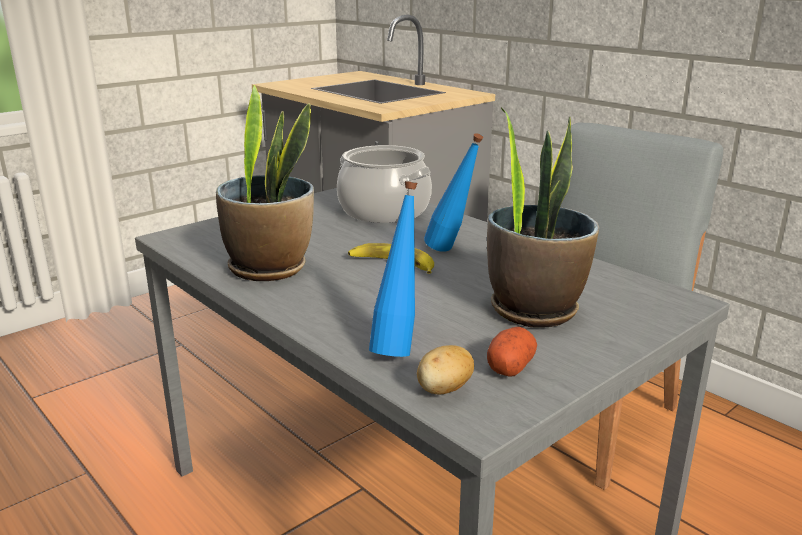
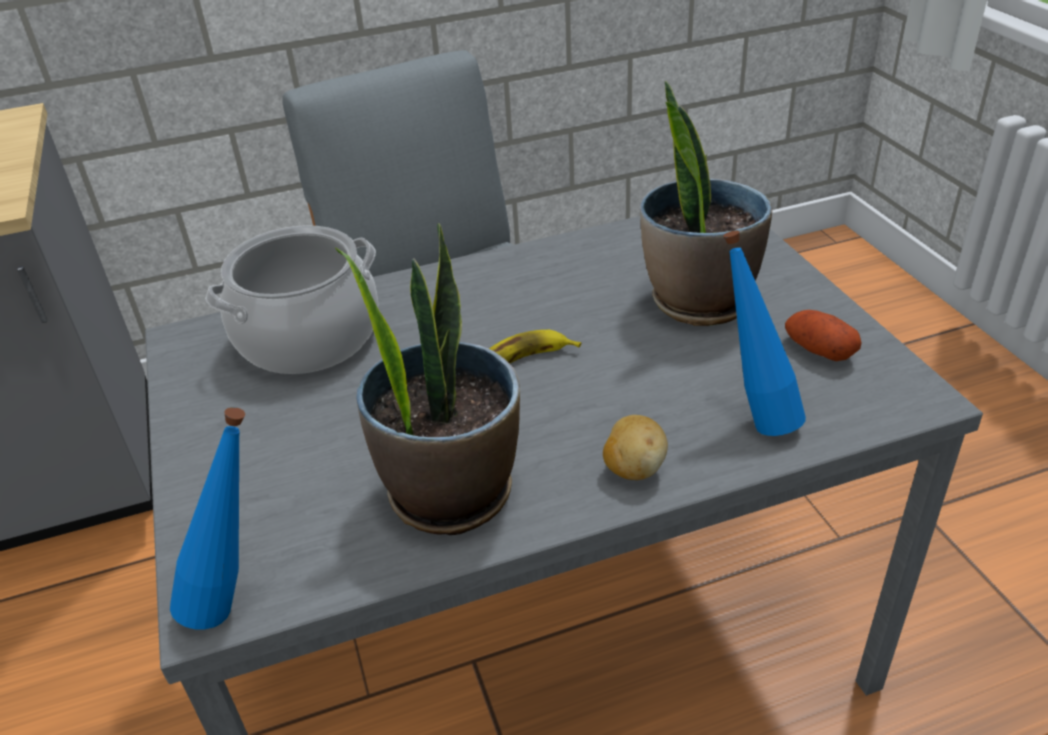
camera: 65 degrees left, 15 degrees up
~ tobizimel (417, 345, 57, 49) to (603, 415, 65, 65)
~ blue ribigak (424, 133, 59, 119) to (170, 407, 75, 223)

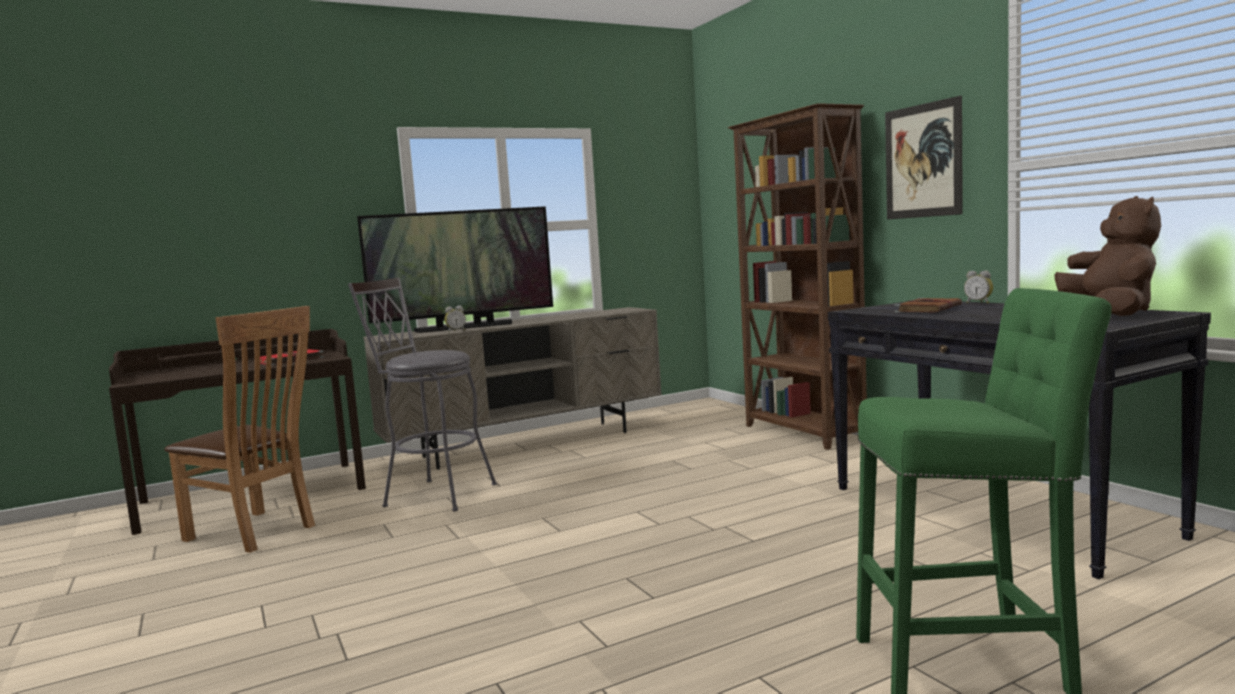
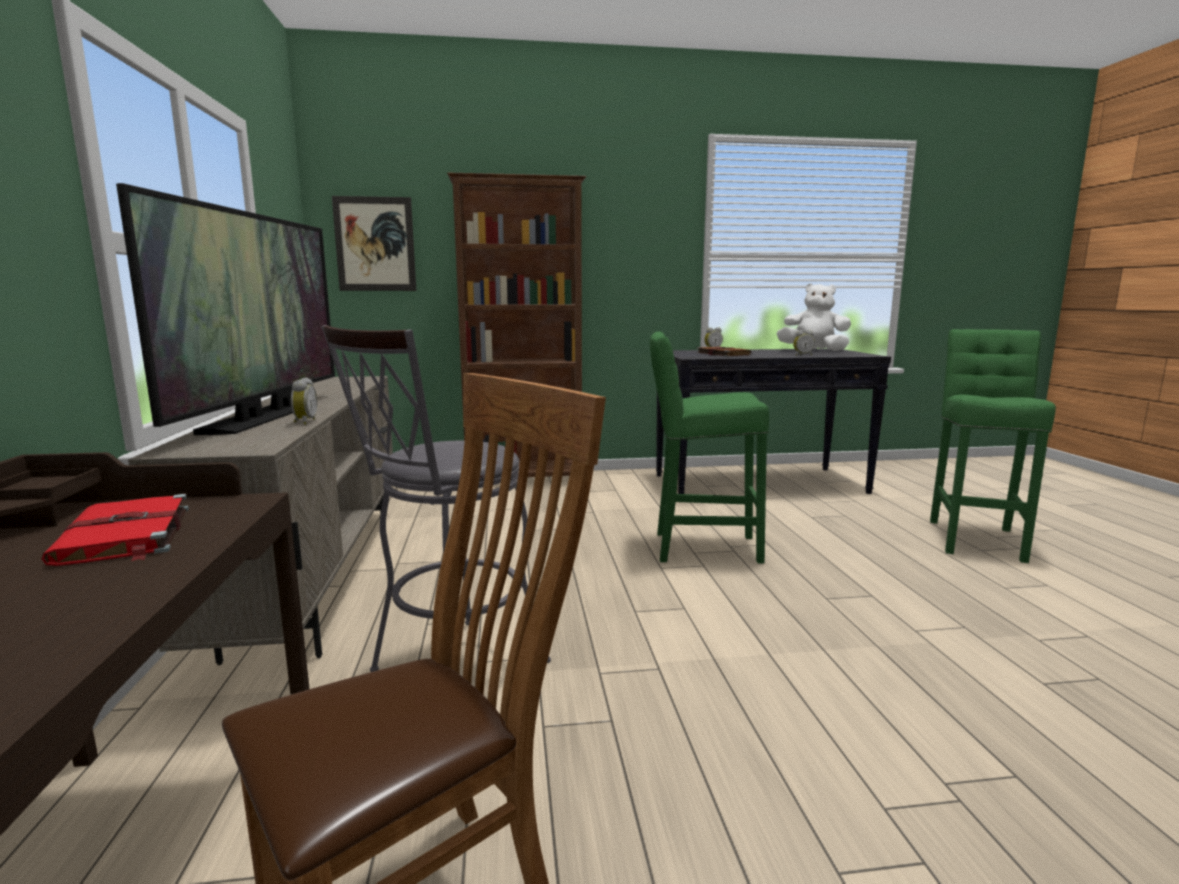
camera: 70 degrees left, 5 degrees up
+ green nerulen (650, 332, 119, 232)
+ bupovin (793, 330, 22, 26)
~ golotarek (885, 96, 78, 123) to (332, 196, 84, 95)
~ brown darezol (1054, 196, 107, 120) to white darezol (776, 283, 75, 68)

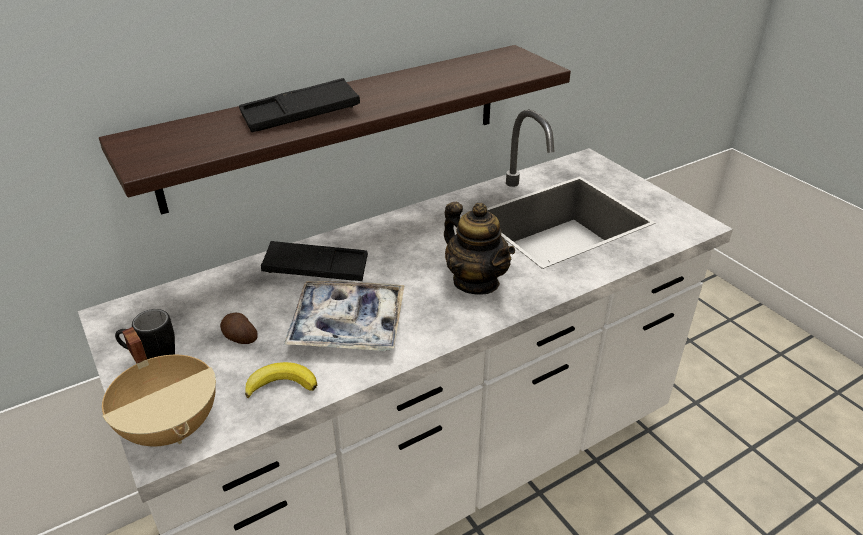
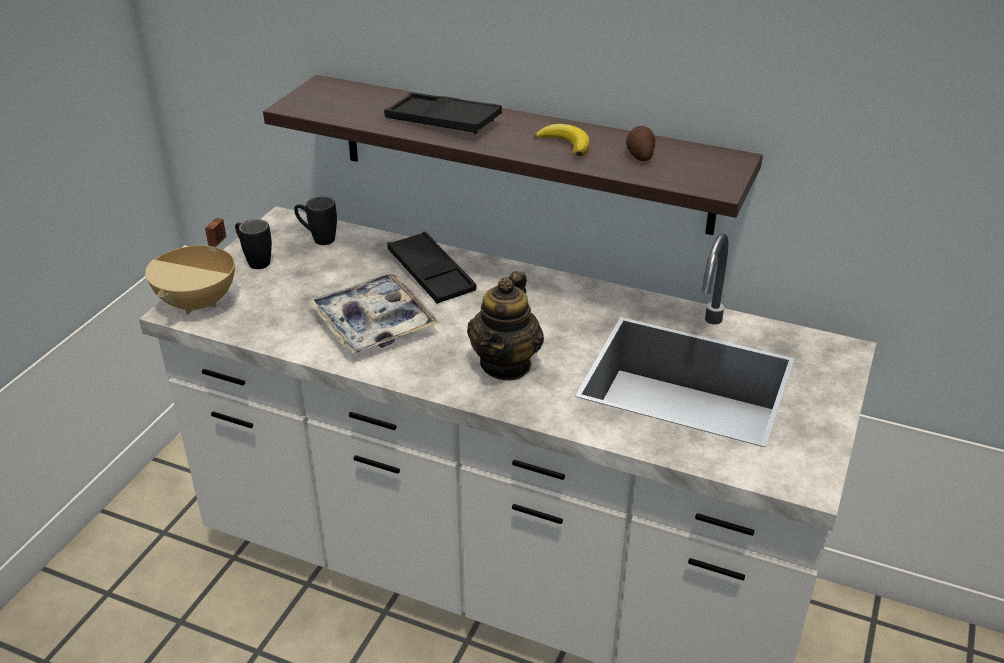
camera: 55 degrees right, 0 degrees up
+ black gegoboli (294, 197, 43, 48)
~ tobizimel (220, 313, 38, 31) to (626, 126, 29, 35)
~ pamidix (245, 362, 72, 36) to (535, 124, 55, 33)

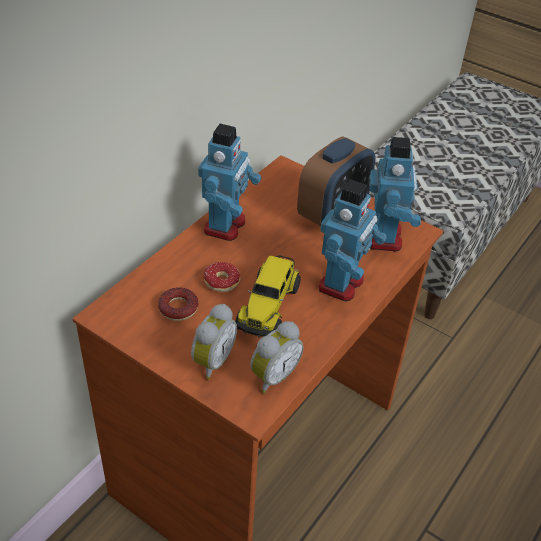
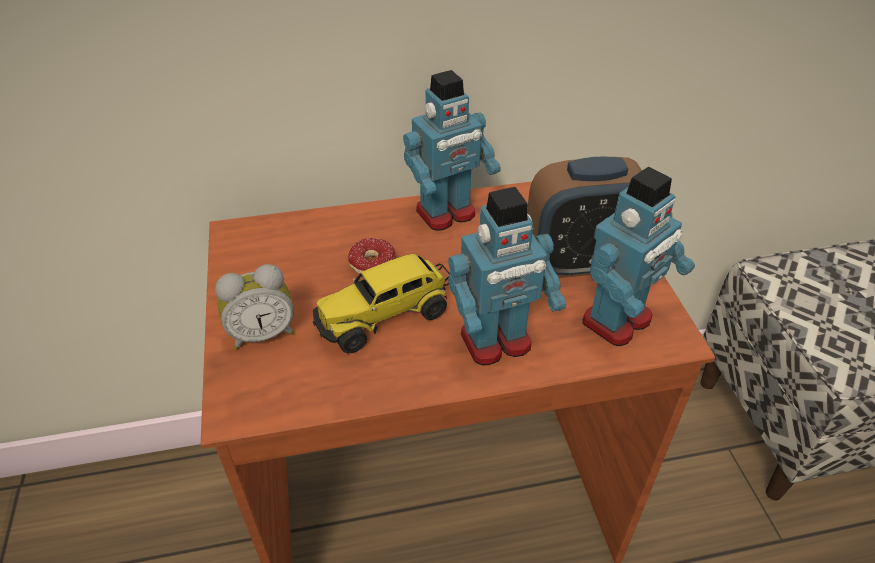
camera: 45 degrees right, 0 degrees up
- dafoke (158, 287, 40, 34)
- bupovin (250, 321, 53, 72)

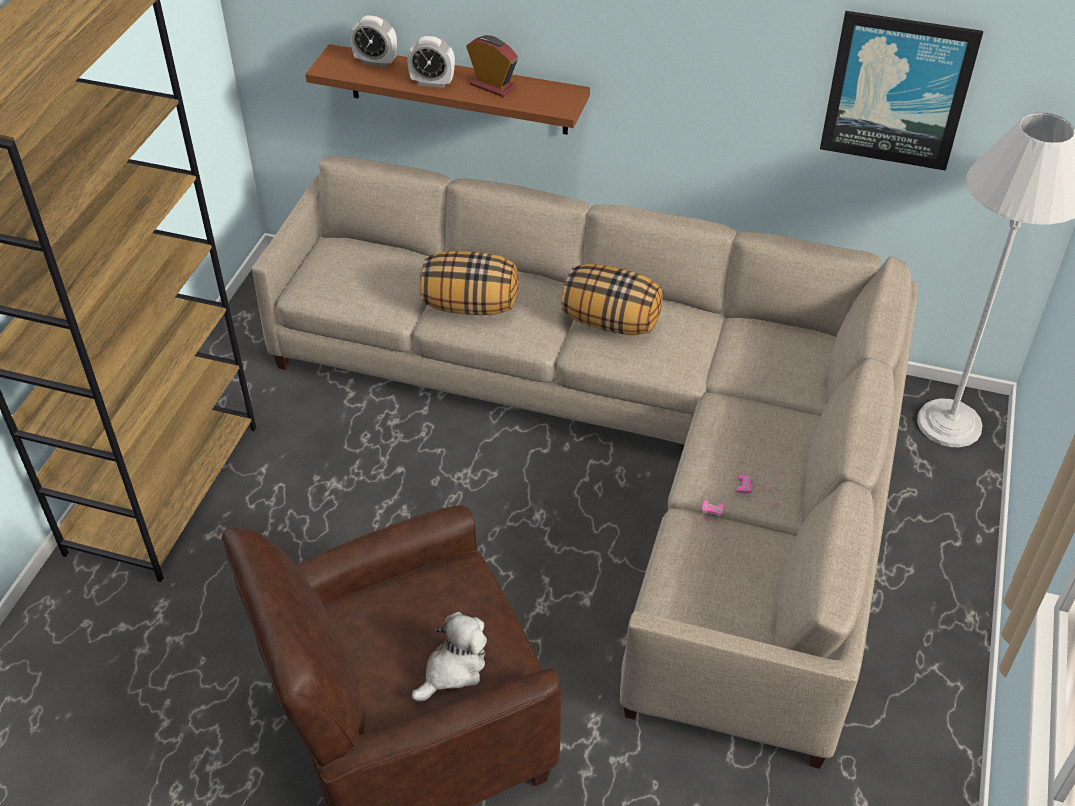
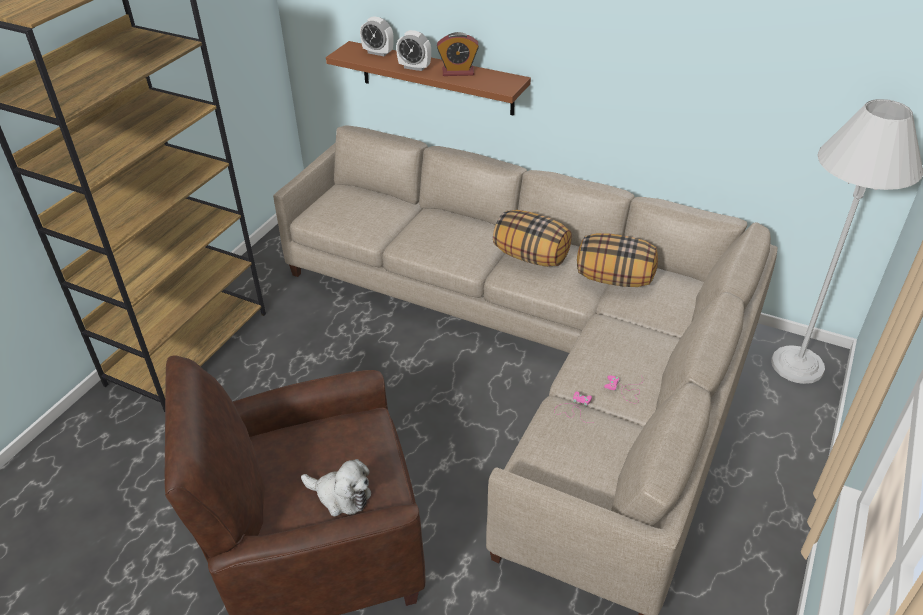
camera: 10 degrees right, 5 degrees down
- golotarek (820, 11, 163, 160)
~ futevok (420, 251, 99, 64) to (577, 233, 81, 54)
~ darezol (412, 612, 75, 89) = (301, 459, 70, 58) 60 degrees clockwise
~ bupovin (466, 35, 52, 62) = (437, 32, 42, 44) 135 degrees clockwise

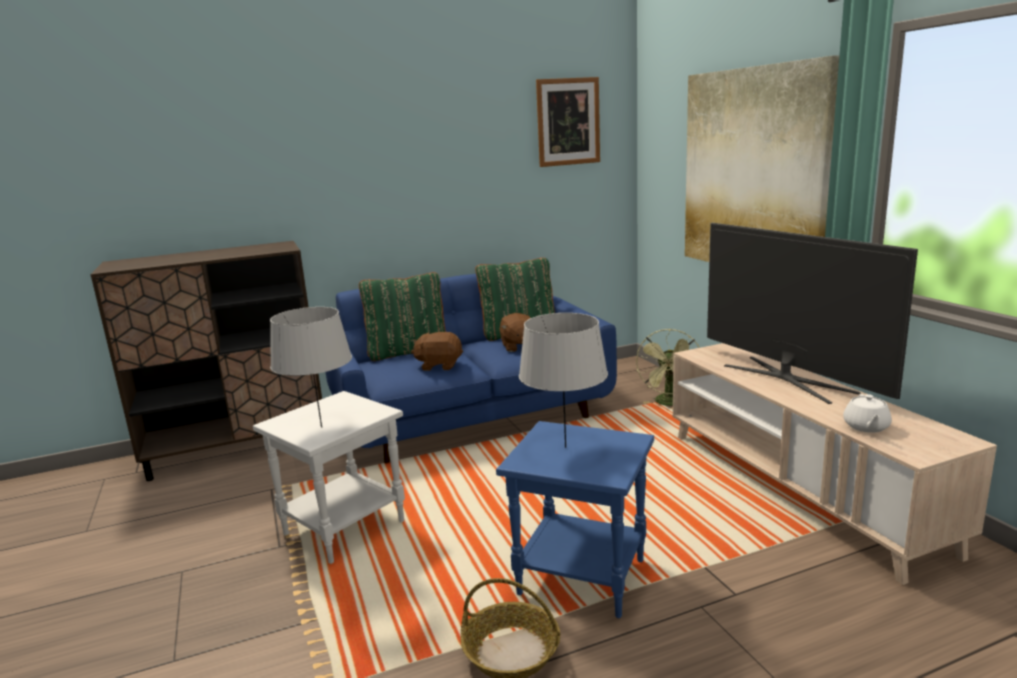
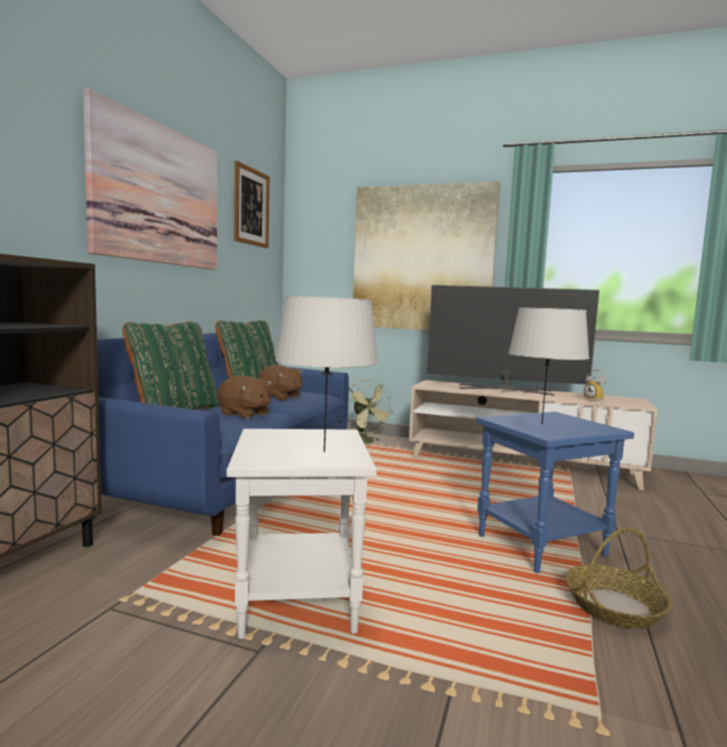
camera: 50 degrees left, 10 degrees down
+ golotarek (83, 88, 134, 182)
~ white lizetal (843, 394, 49, 39) to bupovin (584, 370, 22, 30)
~ brown darezol (411, 332, 52, 39) = (218, 375, 54, 44) 105 degrees counterclockwise

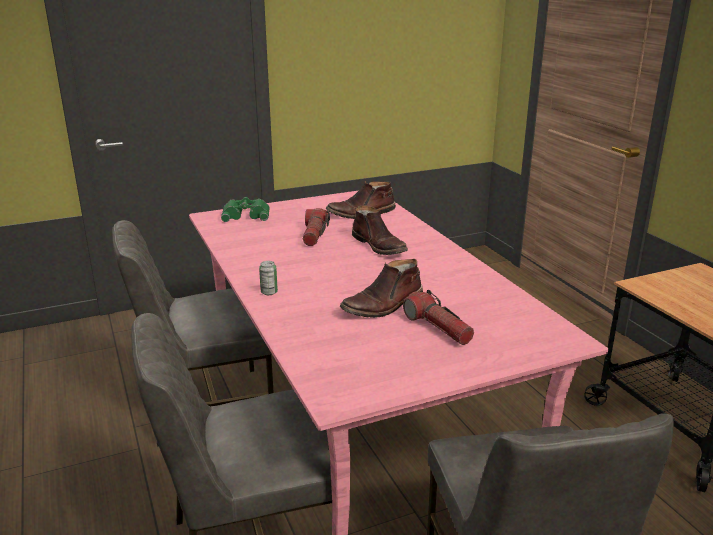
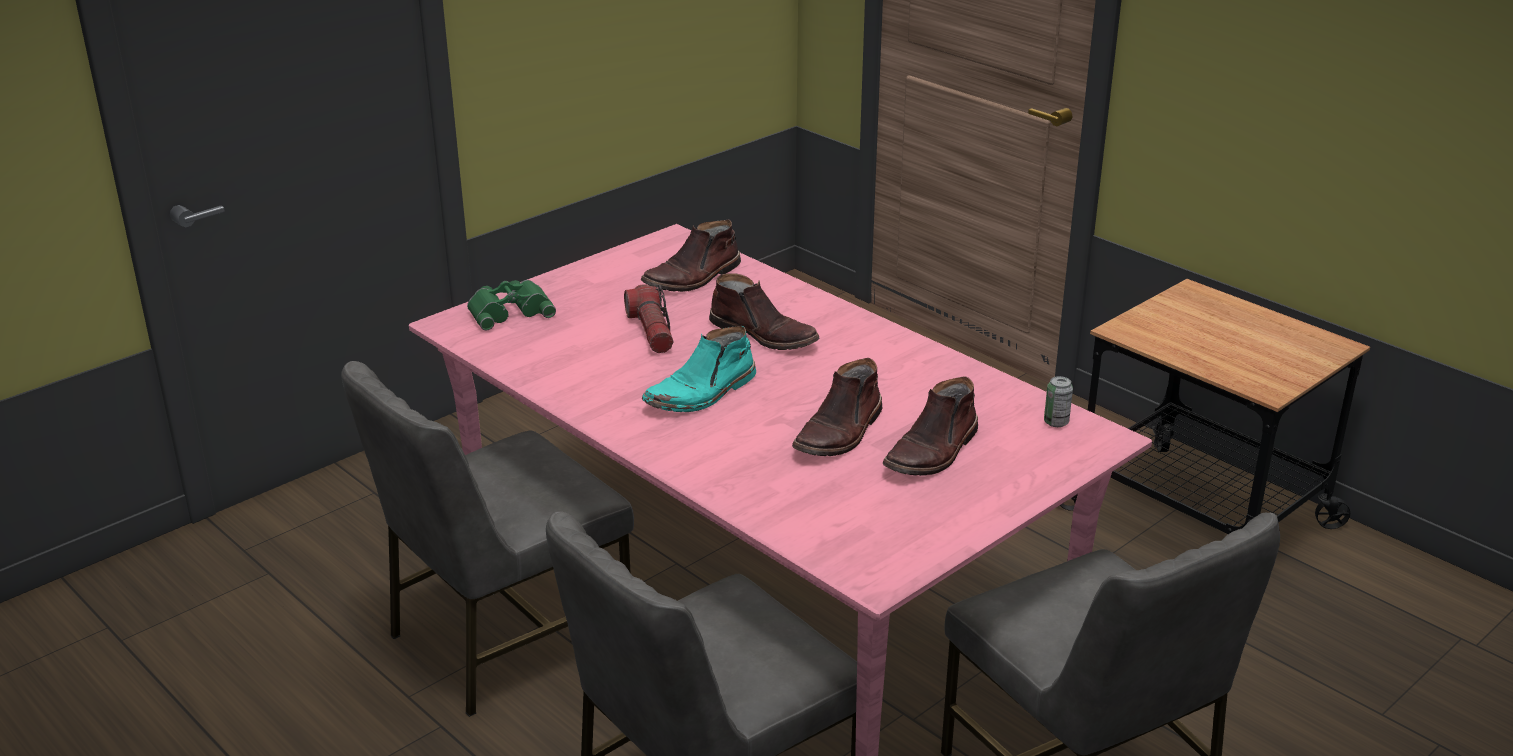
camera: 20 degrees left, 5 degrees up
+ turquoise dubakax (642, 326, 114, 86)
~ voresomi (259, 261, 19, 34) to (1044, 376, 29, 51)
~ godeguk (403, 290, 71, 55) to brown dubakax (883, 377, 95, 99)

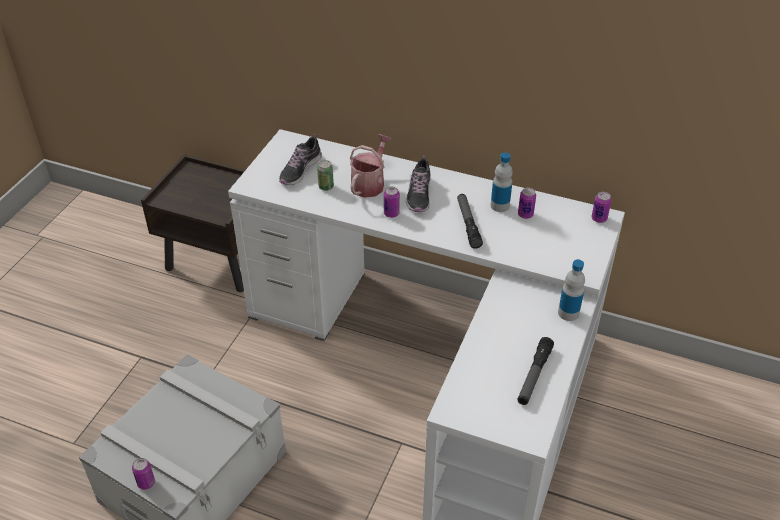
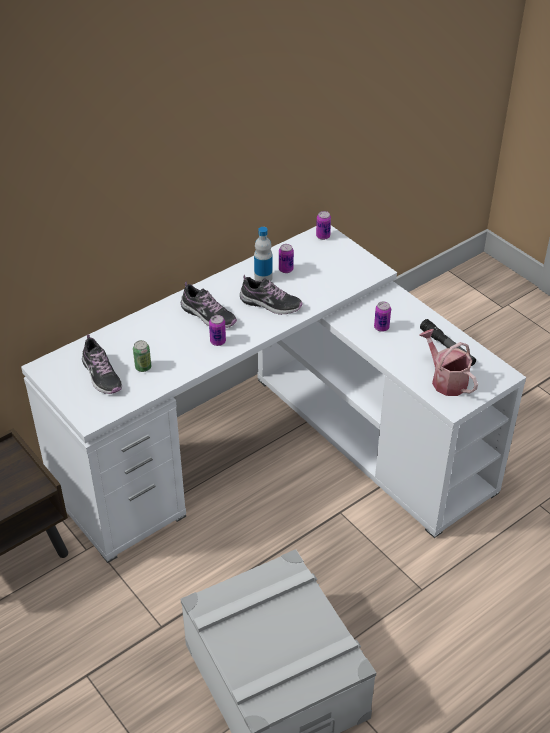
camera: 60 degrees left, 0 degrees up
- ribigak (558, 259, 27, 62)
~ voresomi (132, 458, 23, 32) to (374, 301, 17, 31)
~ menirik (350, 134, 42, 64) to (419, 329, 59, 67)
~ godeguk (457, 194, 26, 55) to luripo (240, 275, 62, 40)

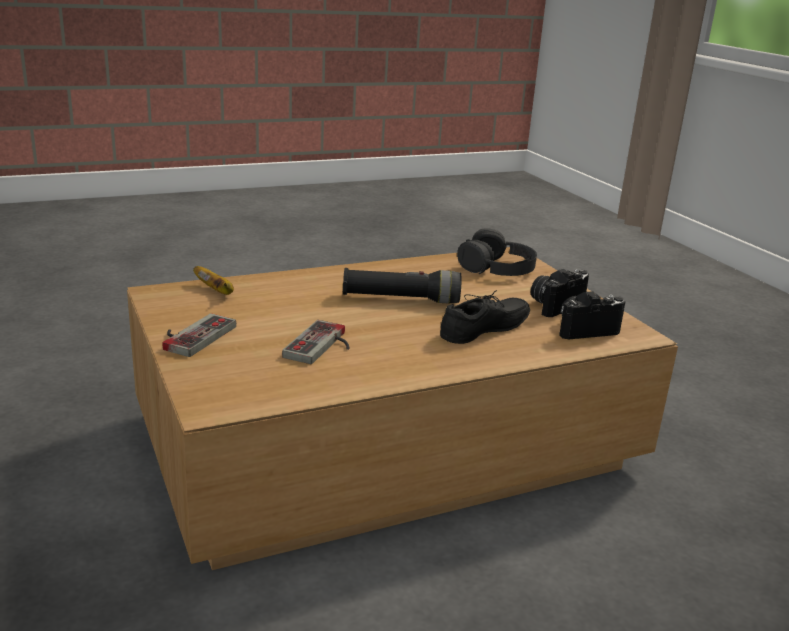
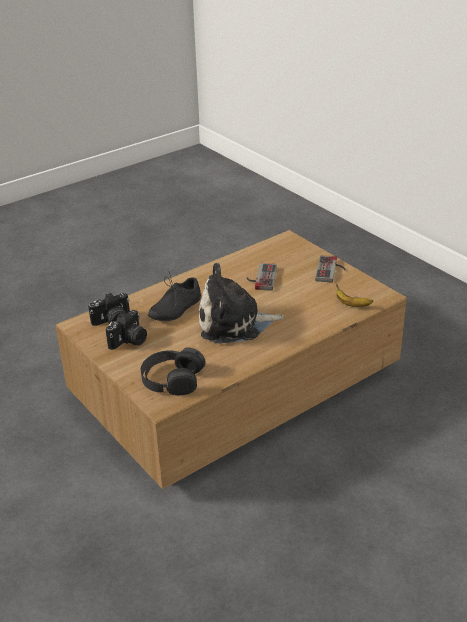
camera: 170 degrees right, 10 degrees up
~ black godeguk (343, 268, 118, 35) to darezol (199, 263, 85, 80)

